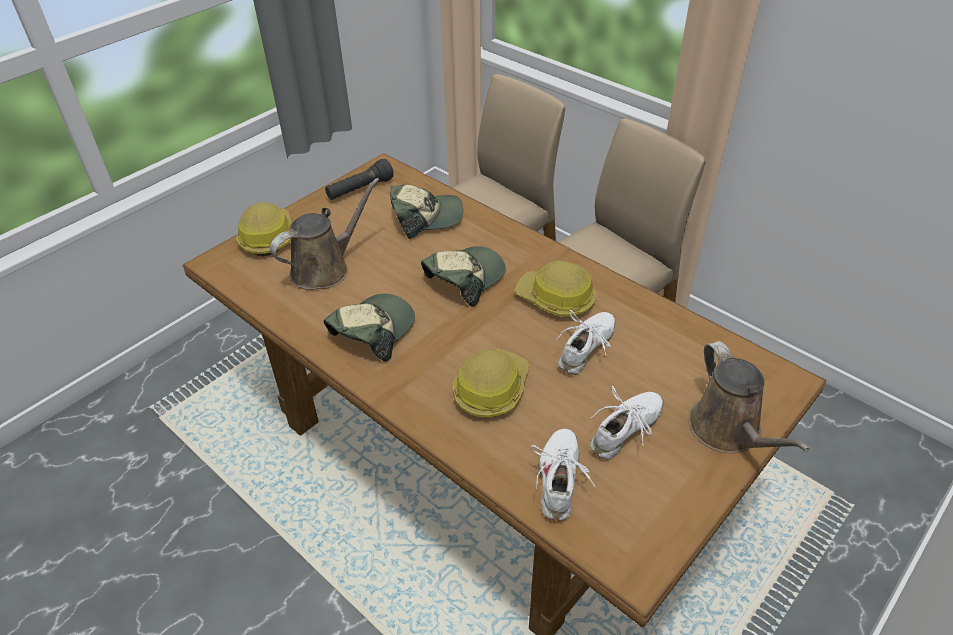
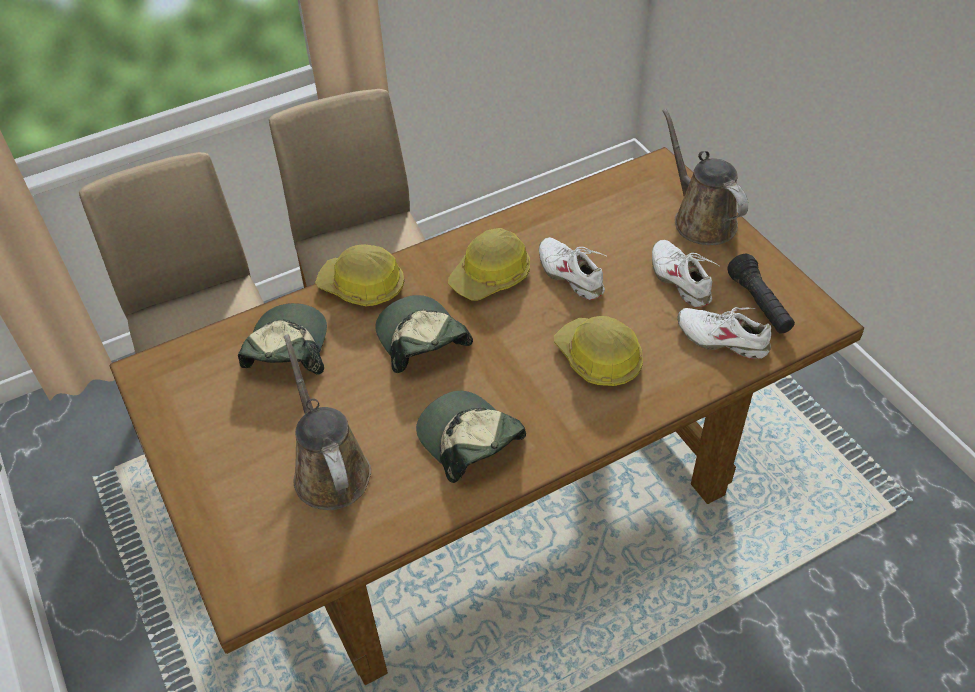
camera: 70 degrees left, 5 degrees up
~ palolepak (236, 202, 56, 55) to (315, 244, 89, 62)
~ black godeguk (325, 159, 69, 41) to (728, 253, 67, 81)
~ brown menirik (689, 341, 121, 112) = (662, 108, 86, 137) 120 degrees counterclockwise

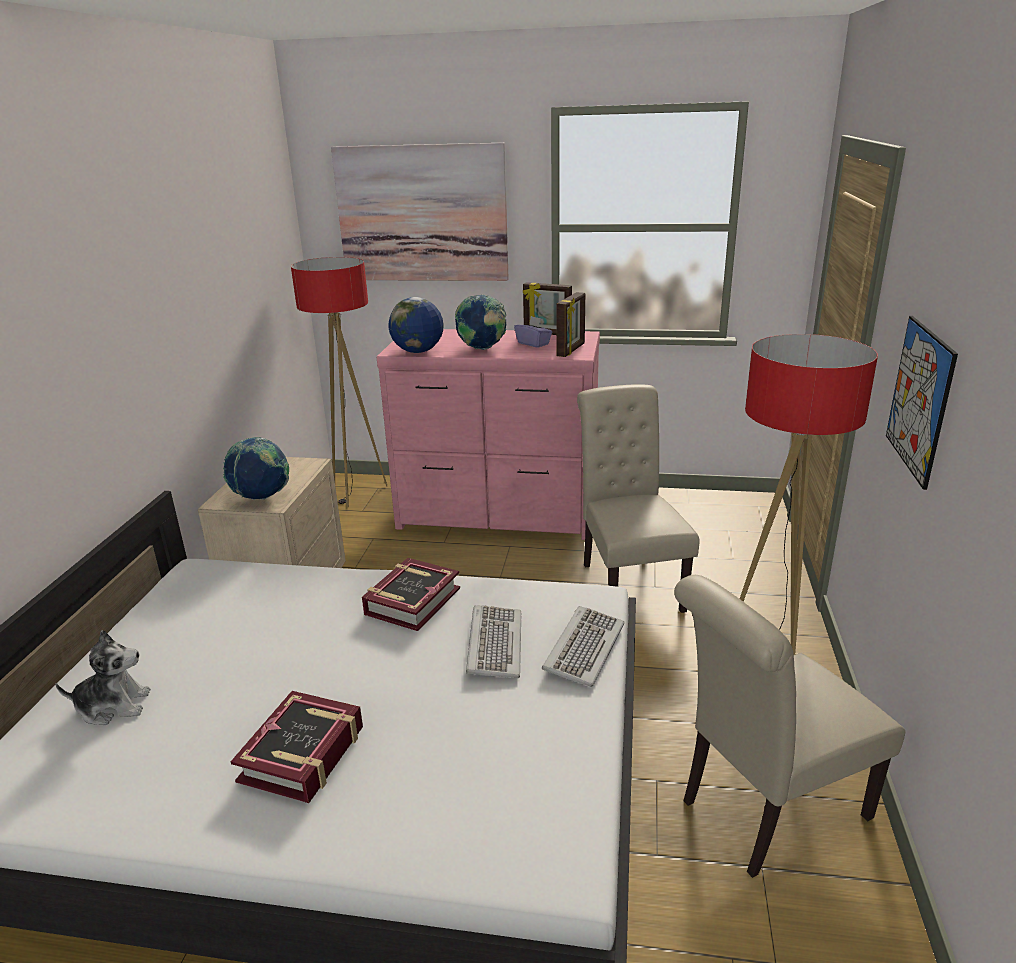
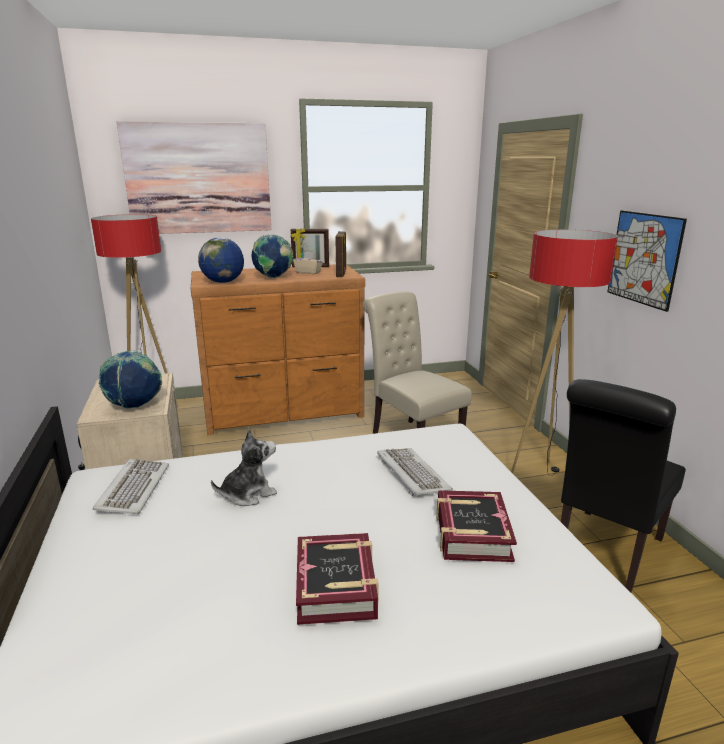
camera: 25 degrees left, 5 degrees down
~ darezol (55, 630, 96, 95) to (211, 429, 66, 77)
~ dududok (362, 558, 98, 73) to (436, 490, 81, 72)
~ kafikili (542, 606, 82, 81) to (93, 459, 76, 55)
~ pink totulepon (377, 329, 223, 211) to brown totulepon (191, 264, 174, 171)
~ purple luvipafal (514, 316, 38, 32) to beige luvipafal (293, 251, 30, 23)
~ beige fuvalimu (674, 575, 231, 303) to black fuvalimu (561, 379, 125, 213)

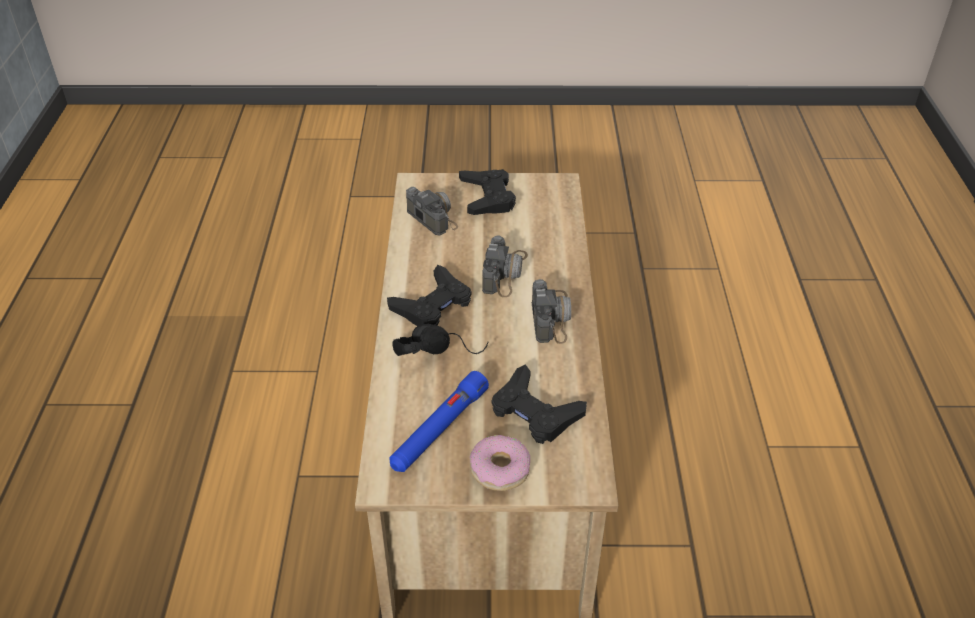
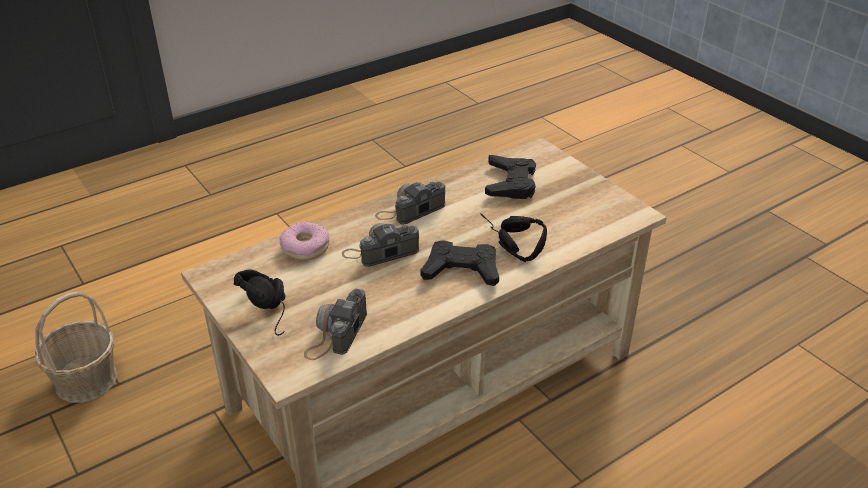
camera: 125 degrees left, 5 degrees down
- blue godeguk (389, 371, 100, 101)
+ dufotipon (35, 292, 82, 111)
~ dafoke (470, 435, 60, 56) to (280, 222, 49, 39)
~ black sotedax (459, 169, 57, 46) to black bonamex (234, 270, 52, 66)

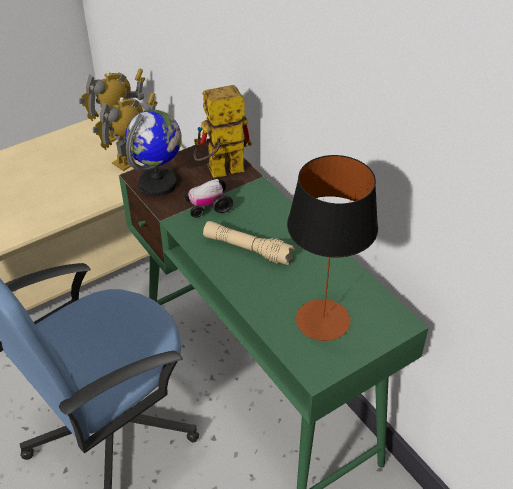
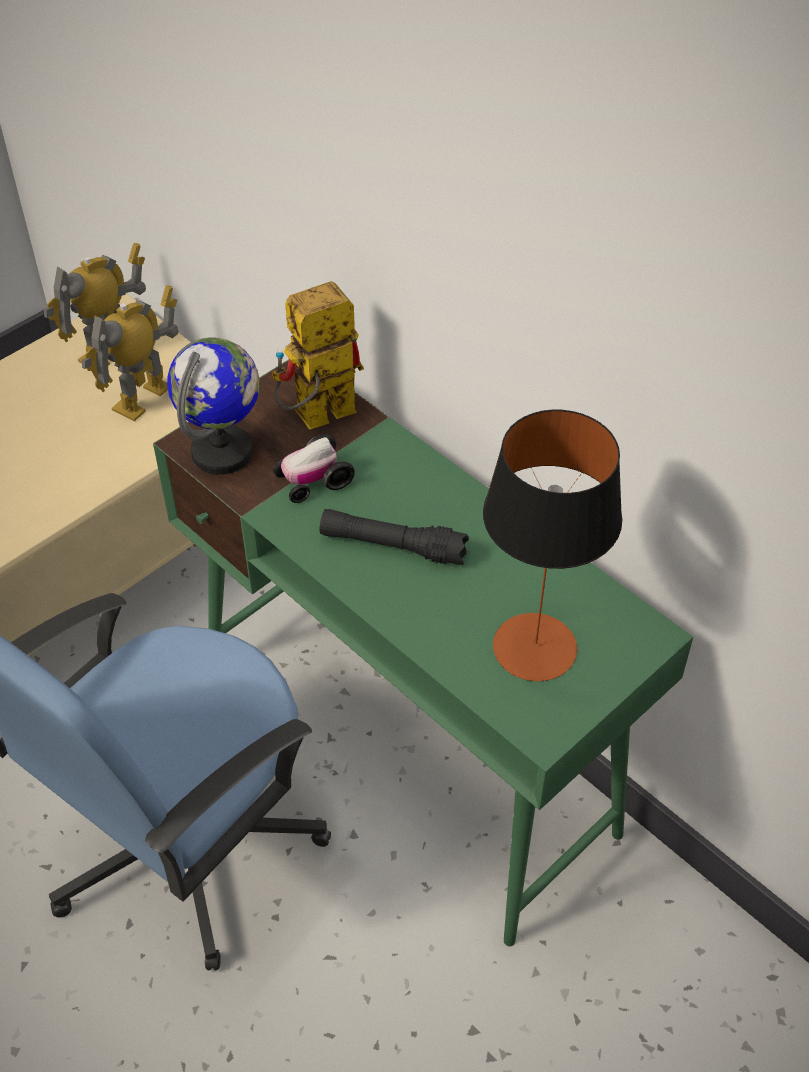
camera: 10 degrees left, 5 degrees up
~ beige godeguk (203, 221, 92, 44) to black godeguk (320, 509, 149, 56)

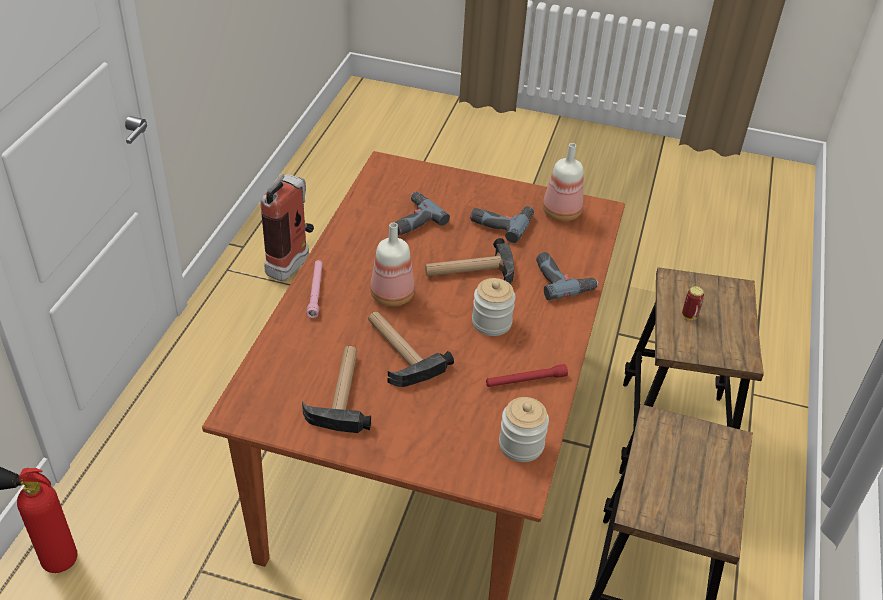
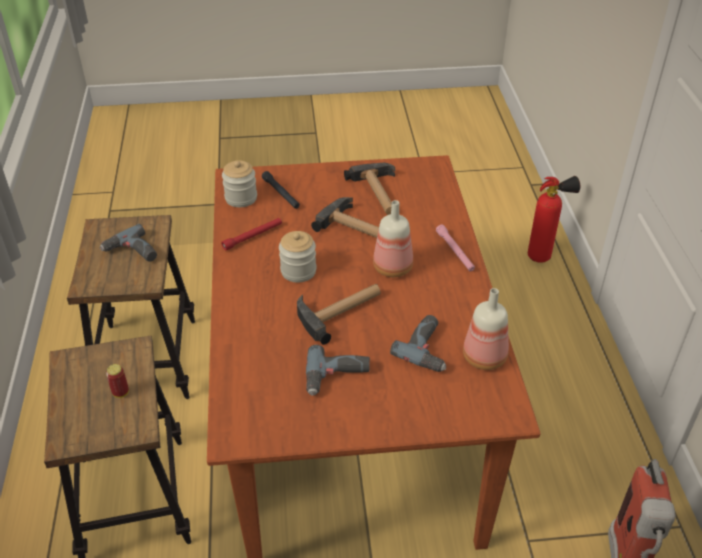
camera: 160 degrees right, 0 degrees up
+ black godeguk (262, 171, 38, 38)
~ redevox (536, 252, 63, 48) to (100, 224, 57, 38)
~ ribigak (543, 143, 41, 79) to (463, 288, 46, 82)

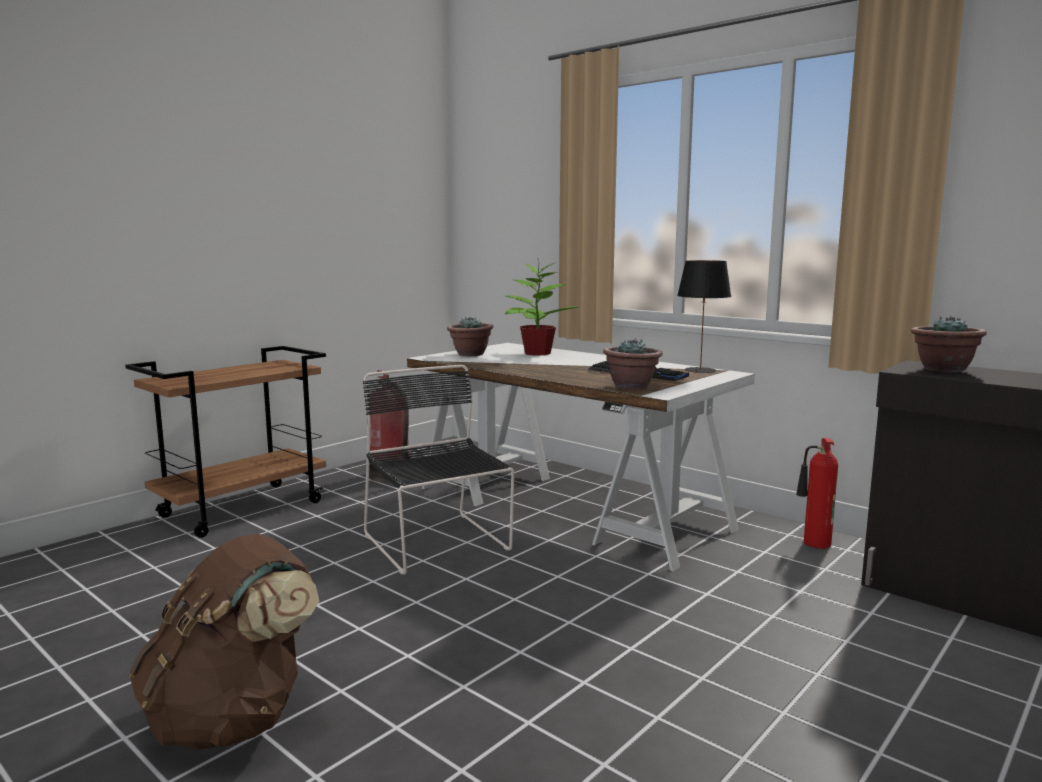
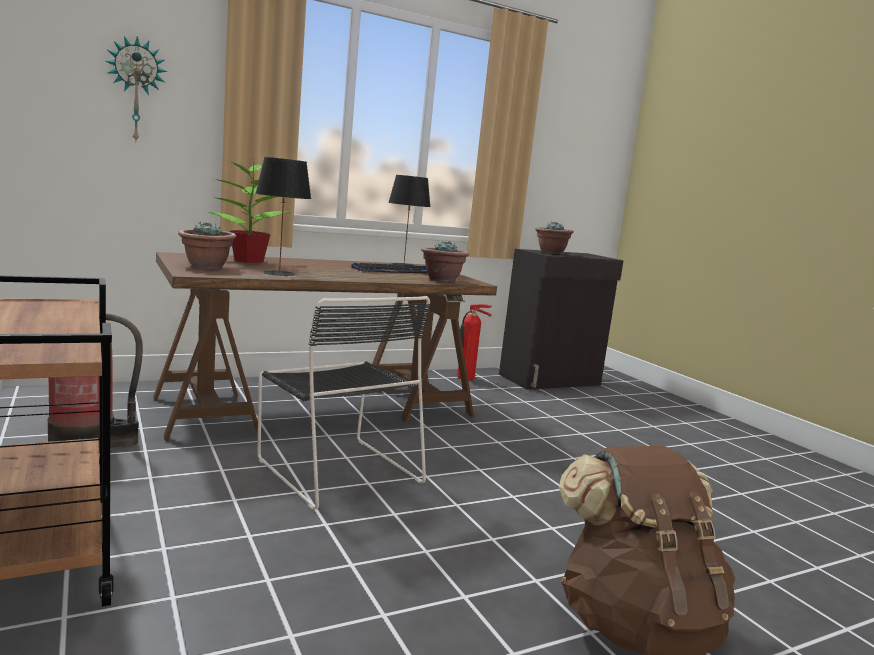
camera: 70 degrees left, 0 degrees up
+ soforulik (105, 36, 62, 105)
+ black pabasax (255, 157, 56, 119)
~ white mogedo (407, 343, 348, 228) to brown mogedo (153, 252, 344, 189)
~ black fuvalimu (363, 365, 151, 210) = (257, 296, 174, 213) 120 degrees counterclockwise

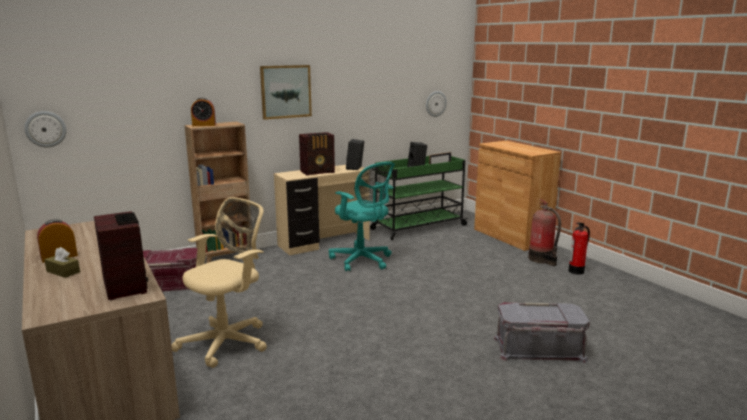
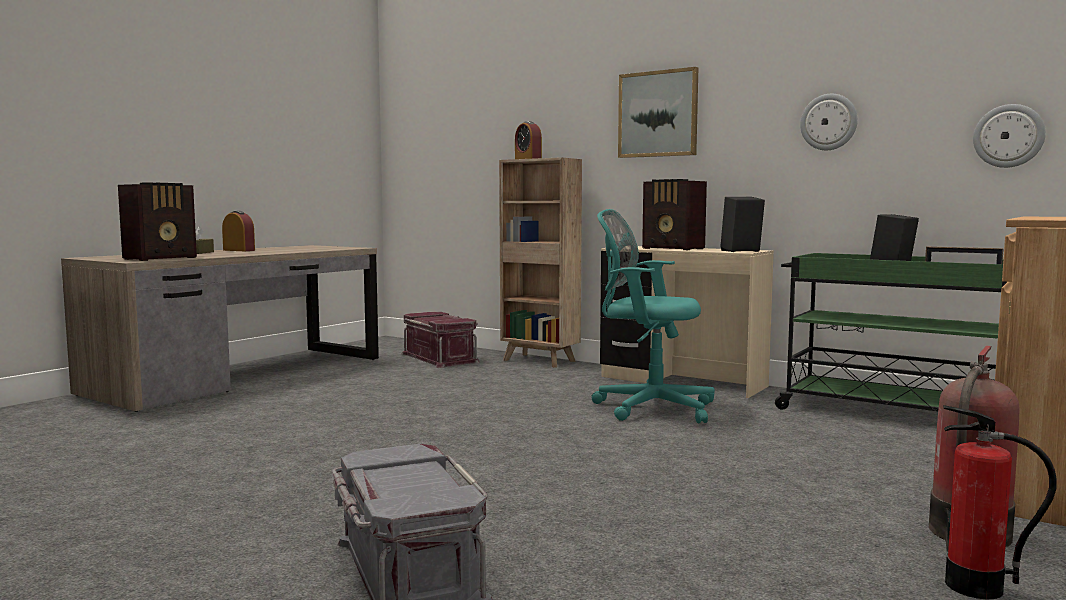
camera: 65 degrees right, 10 degrees down
- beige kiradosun (171, 197, 96, 171)
~ soforulik (24, 111, 43, 36) to (800, 94, 58, 56)
~ turquoise kiradosun (329, 162, 66, 109) = (591, 209, 124, 214) 90 degrees clockwise

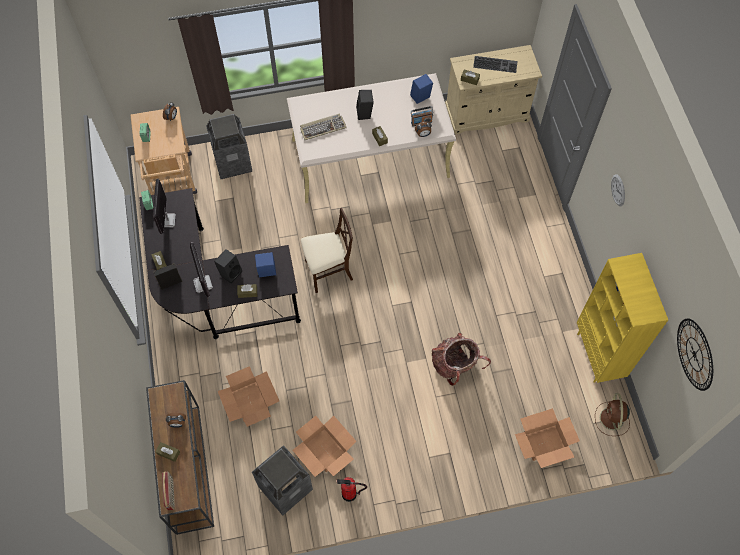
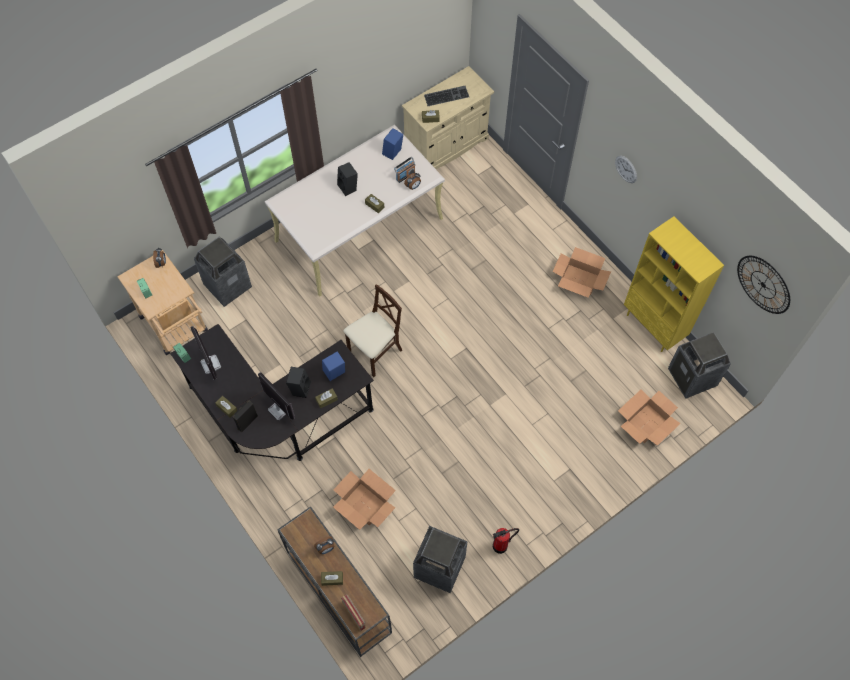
camera: 25 degrees left, 0 degrees up
- kafikili (300, 114, 47, 26)
- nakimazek (432, 333, 59, 53)
~ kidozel (292, 416, 65, 61) to (553, 247, 58, 51)
~ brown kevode (595, 393, 35, 43) to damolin (668, 332, 63, 67)

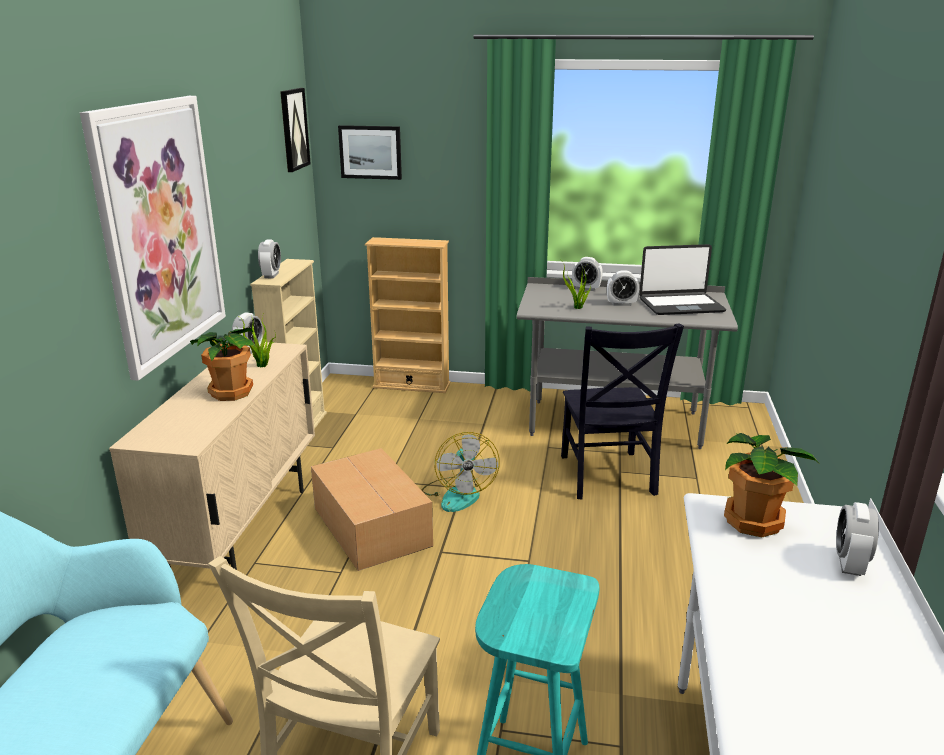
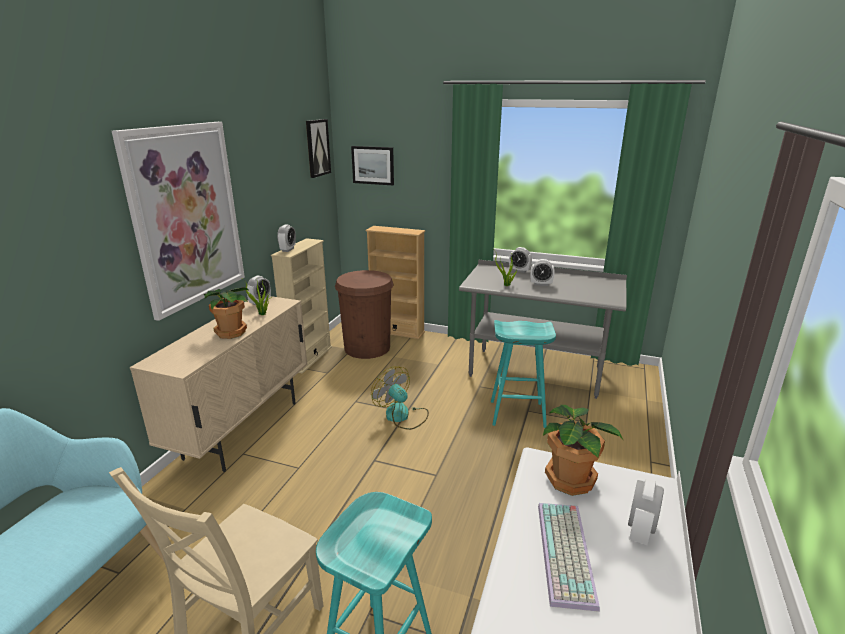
camera: 10 degrees right, 0 degrees up
- kidozel (311, 448, 122, 123)
- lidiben (639, 244, 87, 71)
+ brown damolin (335, 270, 59, 89)
+ kafikili (538, 503, 62, 109)
~ black fuvalimu (561, 323, 123, 176) to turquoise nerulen (491, 320, 65, 108)
~ kevode (422, 432, 78, 80) = (371, 366, 58, 64) 135 degrees clockwise

